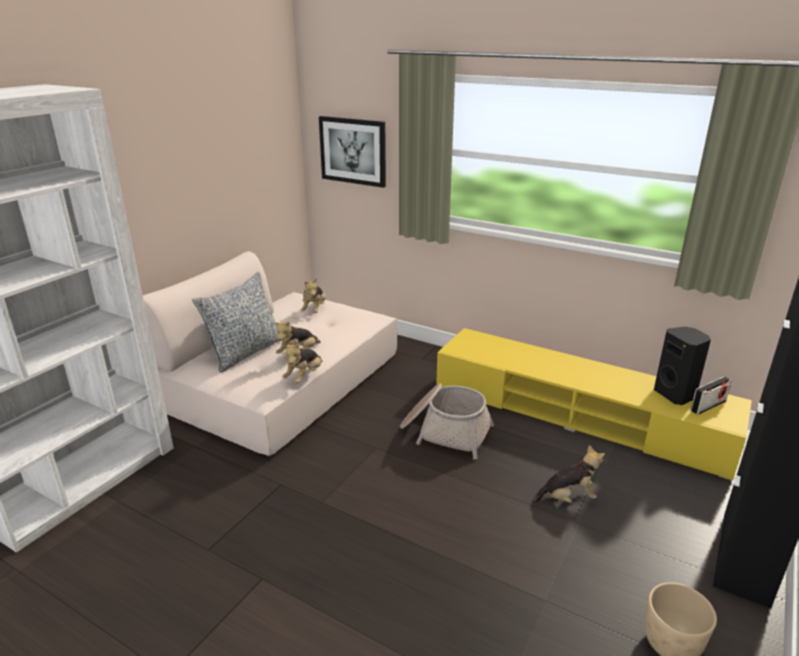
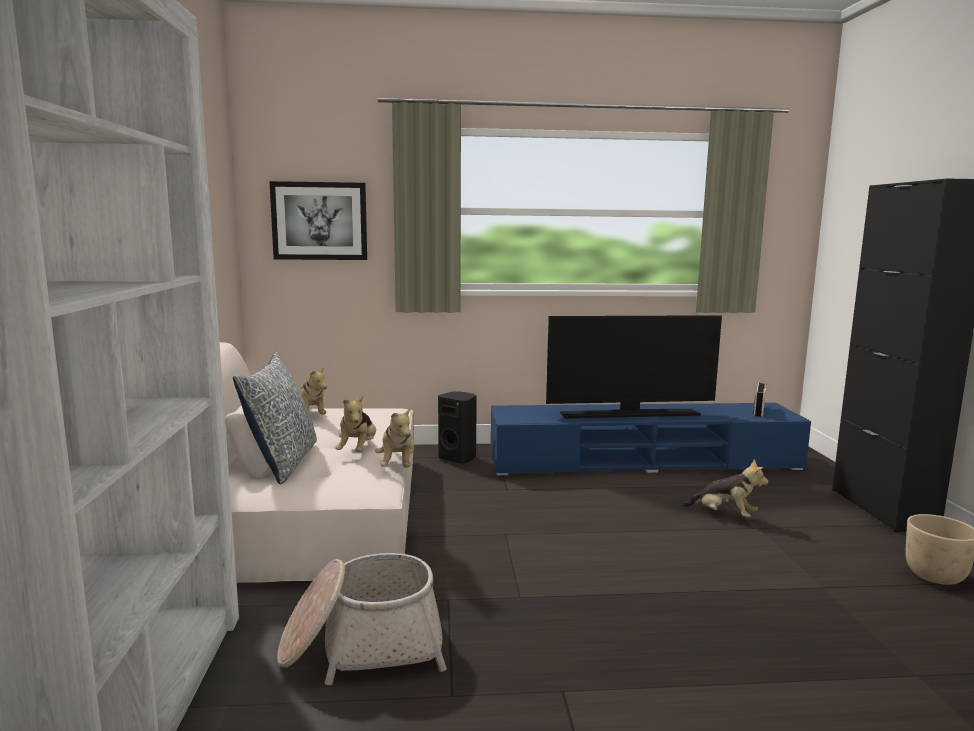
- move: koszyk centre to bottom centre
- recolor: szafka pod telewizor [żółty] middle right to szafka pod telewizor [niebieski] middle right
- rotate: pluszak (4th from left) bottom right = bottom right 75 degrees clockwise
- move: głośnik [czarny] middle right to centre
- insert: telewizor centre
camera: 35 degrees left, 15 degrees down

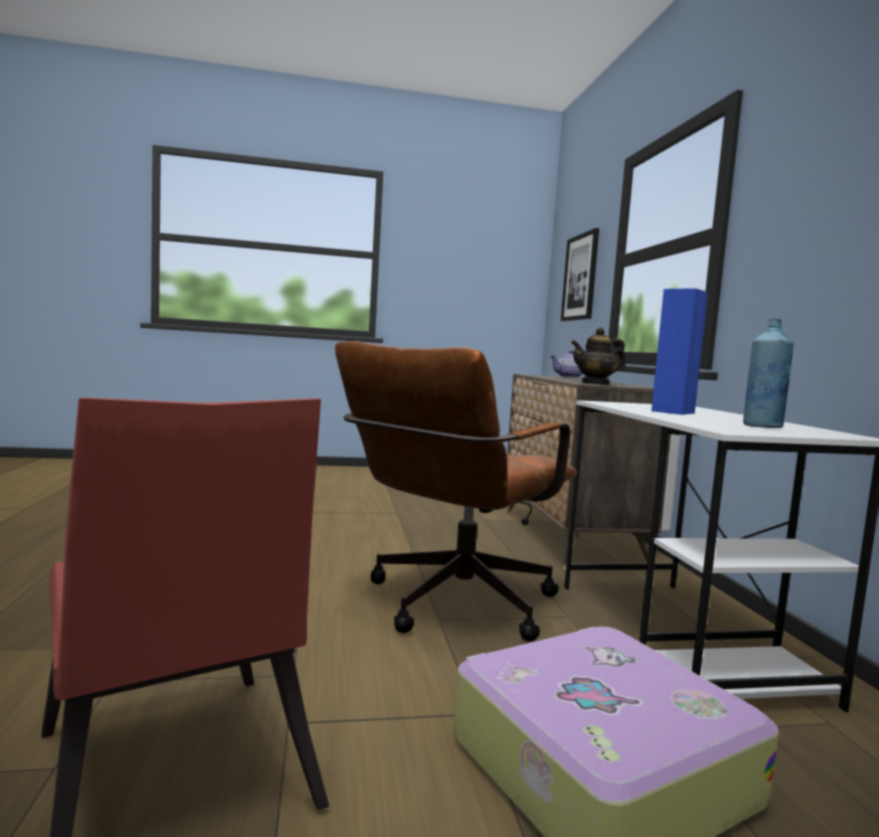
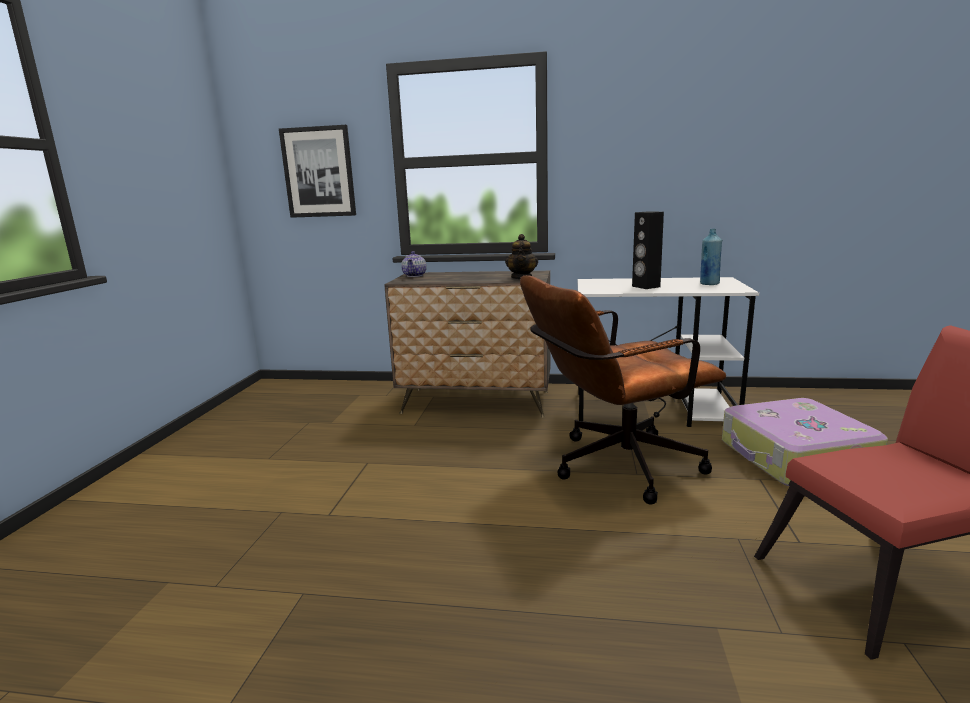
- rotate: krzesło biurowe [brązowy] centre = centre 105 degrees clockwise
- recolor: głośnik [niebieski] middle right to głośnik [czarny] middle right
camera: 70 degrees left, 10 degrees up

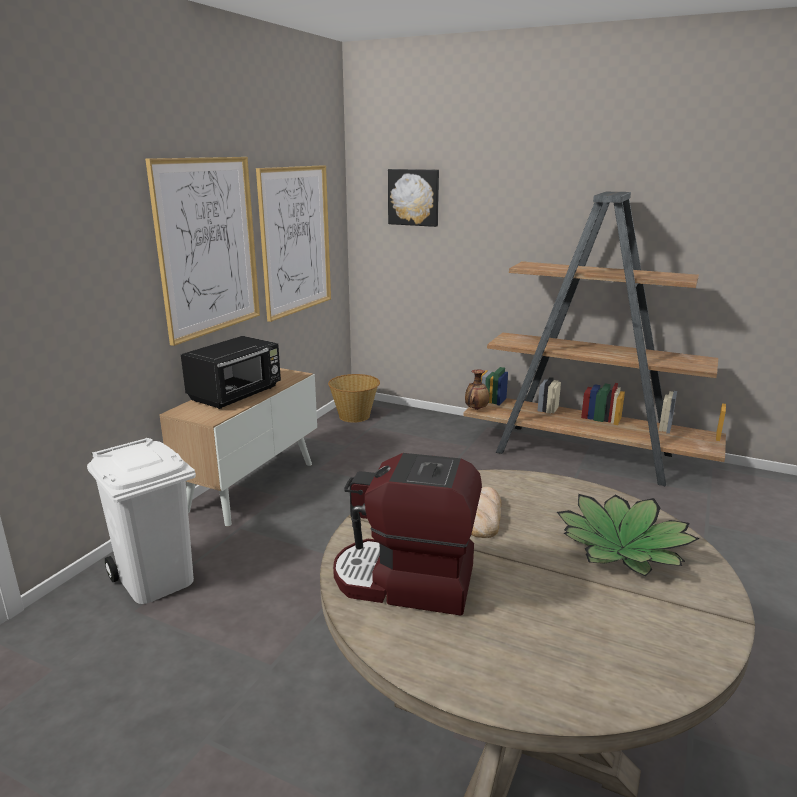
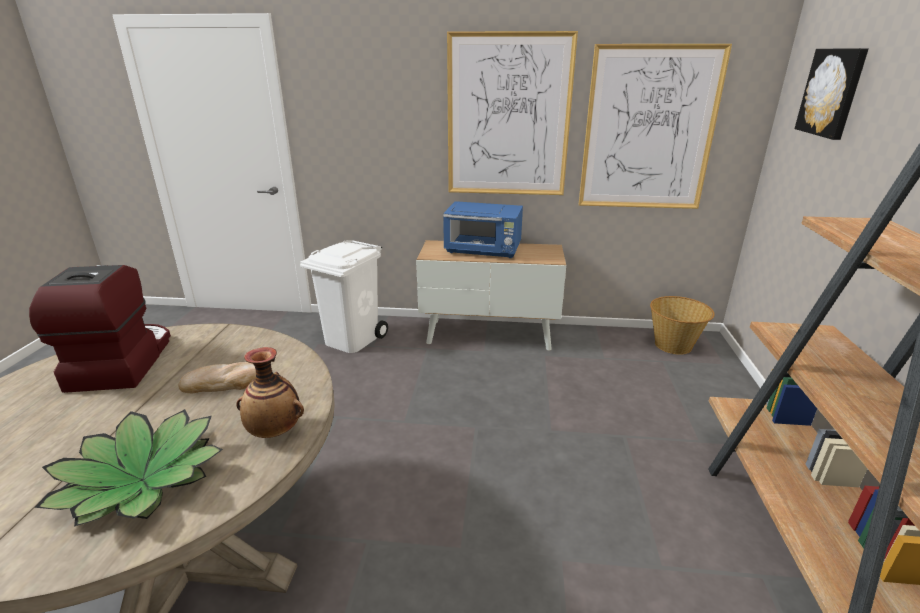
- recolor: mikrofalówka [czarny] middle left to mikrofalówka [niebieski] centre
- move: wazon centre to middle left
camera: 70 degrees right, 5 degrees up

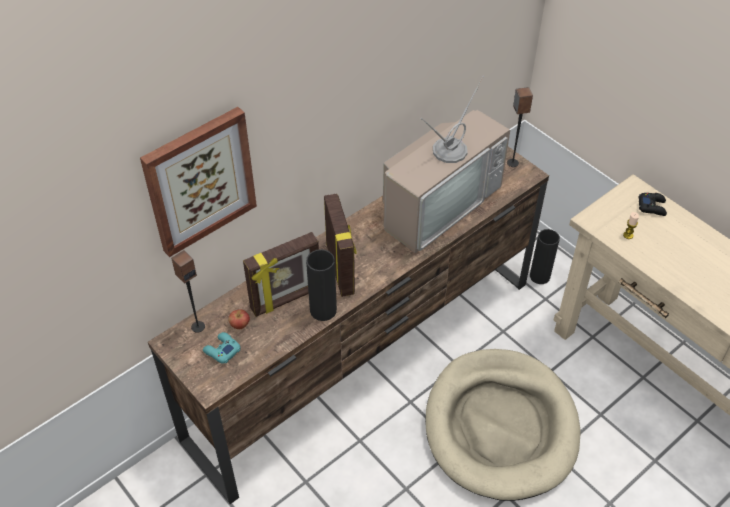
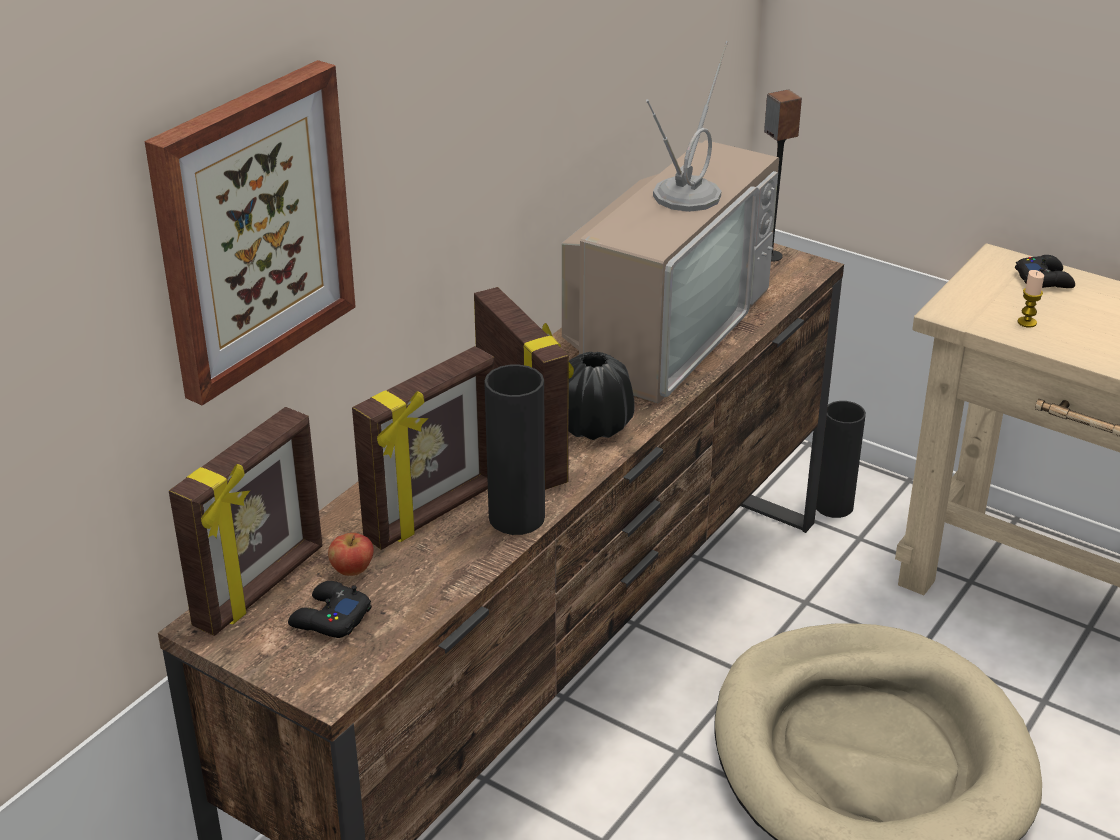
- replace: głośnik (1st from left) middle left to ramka na zdjęcie (1st from left) middle left
- recolor: pad do gier [turkusowy] bottom left to pad do gier [czarny] (1st from left) bottom left
- insert: wazon [czarny] (2nd from left) centre
camera: 15 degrees left, 15 degrees down

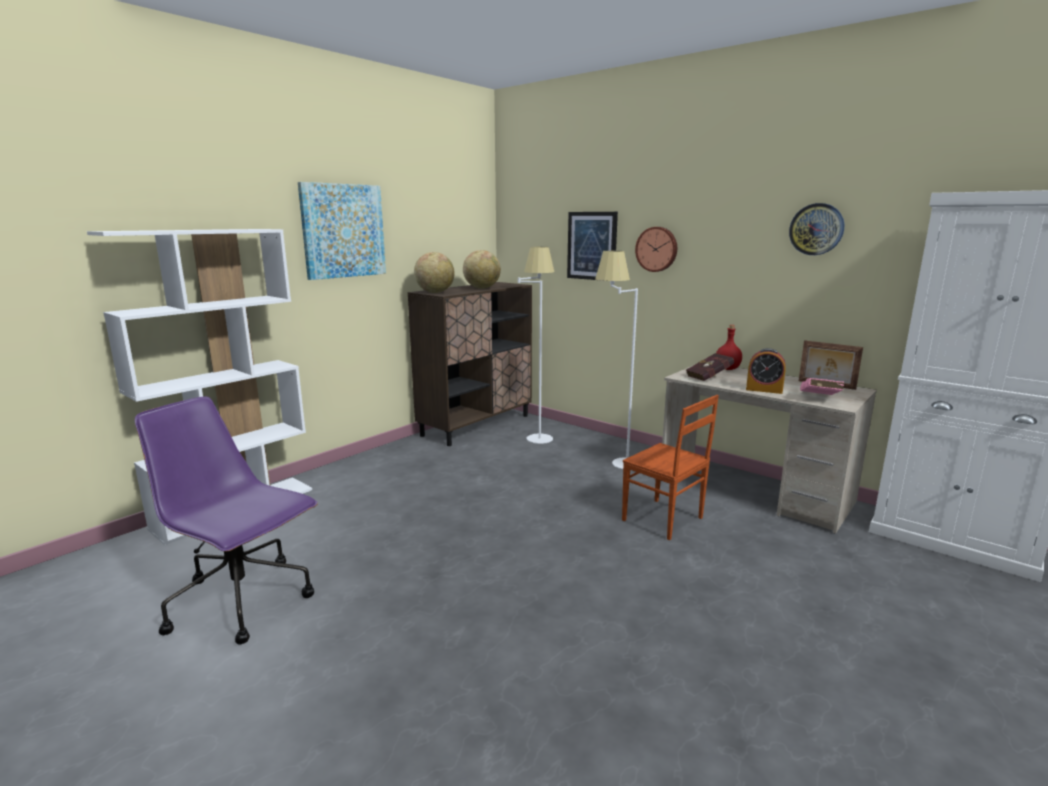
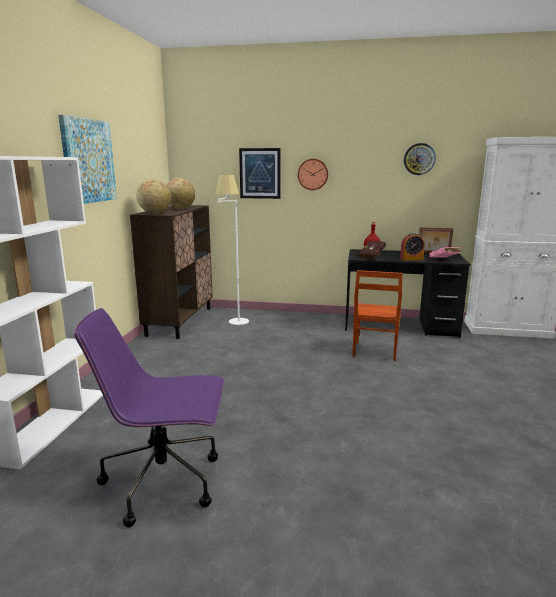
- delete: lampa stojąca [biały] (2nd from left) centre
- rotate: krzesło [brązowy] centre = middle right 90 degrees clockwise
- recolor: biurko [beżowy] middle right to biurko [czarny] middle right
camera: 30 degrees left, 0 degrees up

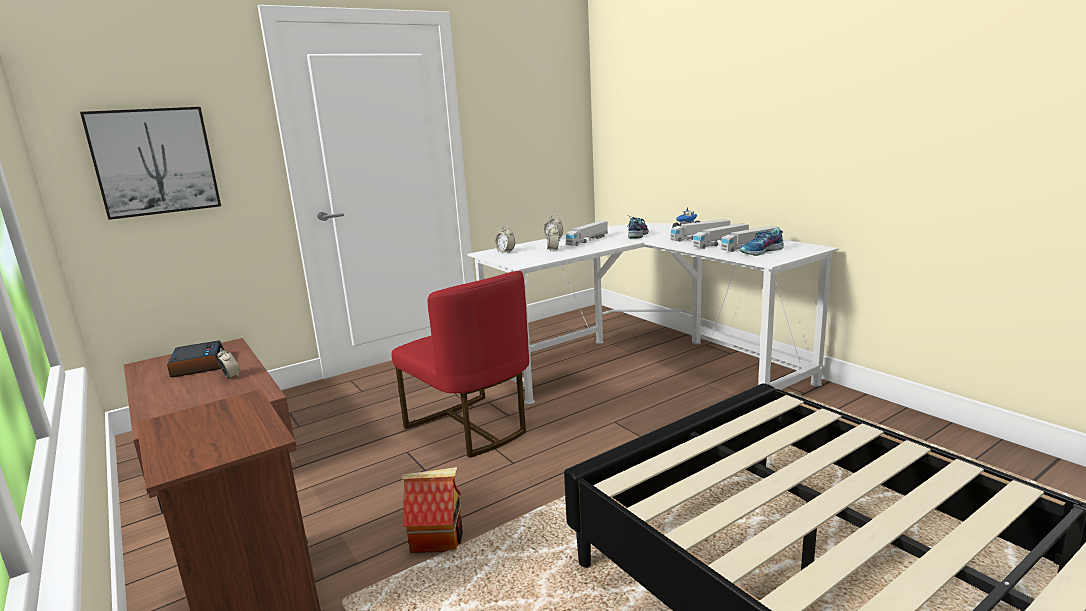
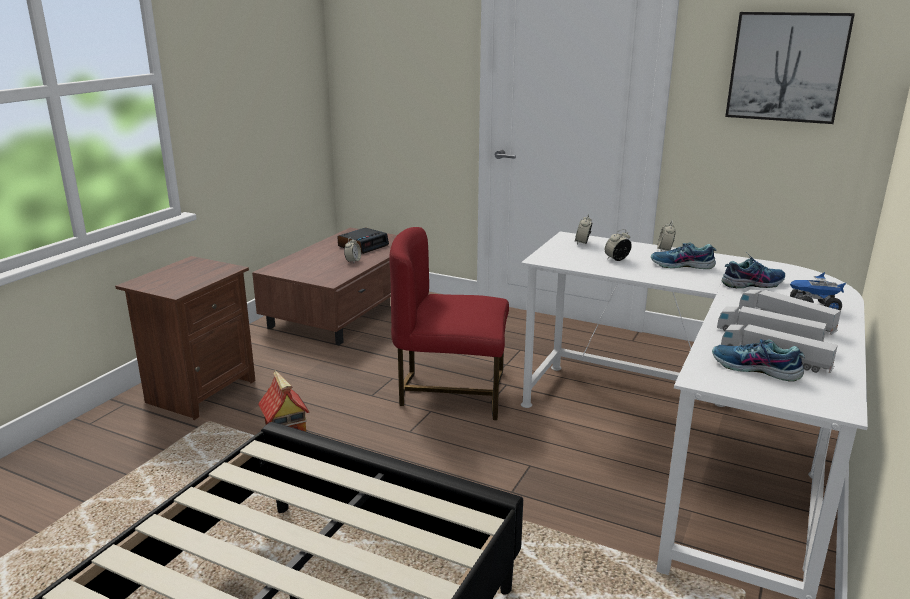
- move: obraz top left to top right
- rotate: krzesło [czerwony] centre = centre 75 degrees clockwise
- replace: ciężarówka zabawkowa (1st from left) centre to but (1st from left) middle right
camera: 60 degrees right, 5 degrees up

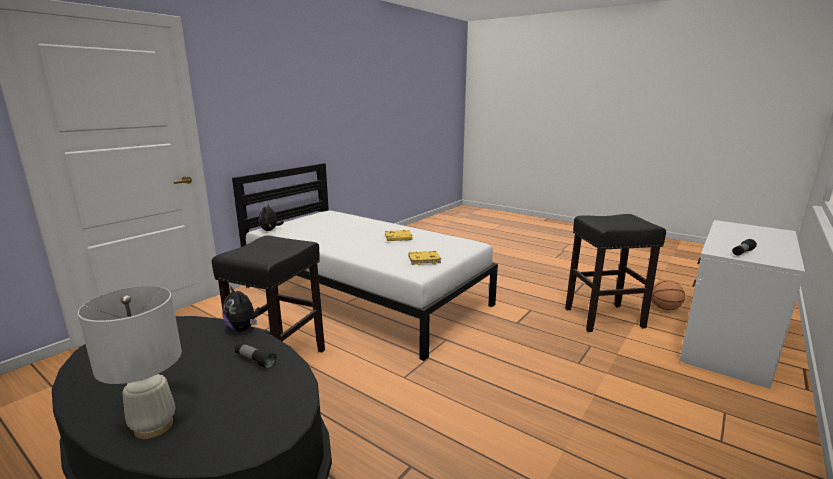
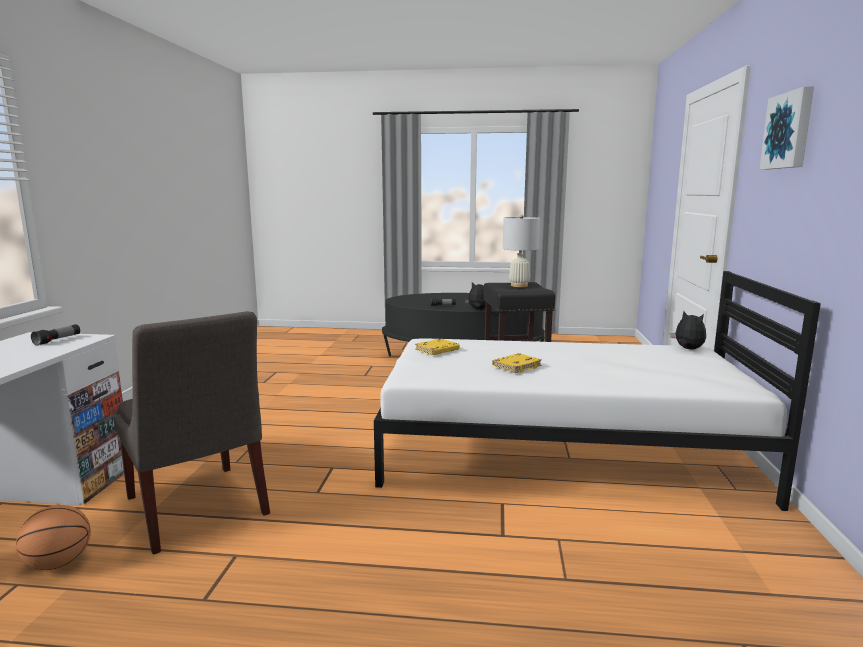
- move: lampa stołowa [biały] bottom left to centre
- replace: stołek [czarny] (2nd from left) middle right to krzesło [szary] bottom left
- insert: obraz top right
camera: 150 degrees right, 5 degrees down

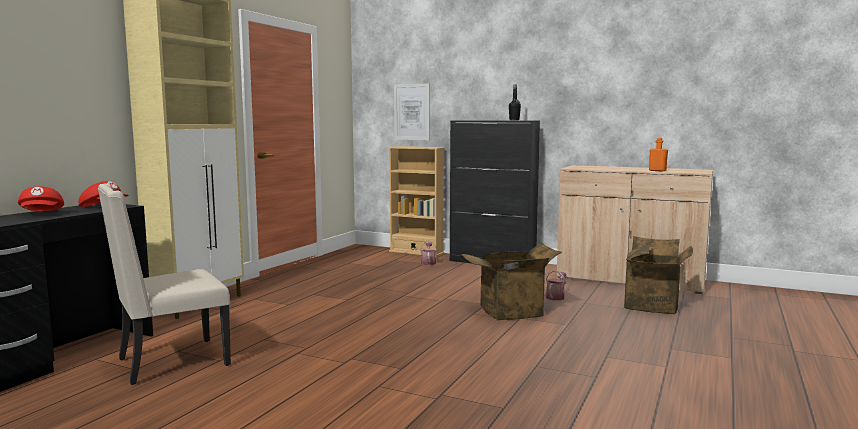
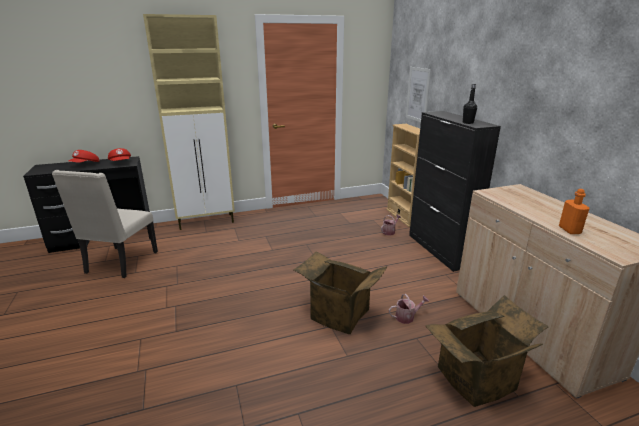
- rotate: krzesło [beżowy] middle left = middle left 90 degrees counterclockwise
camera: 45 degrees right, 15 degrees up

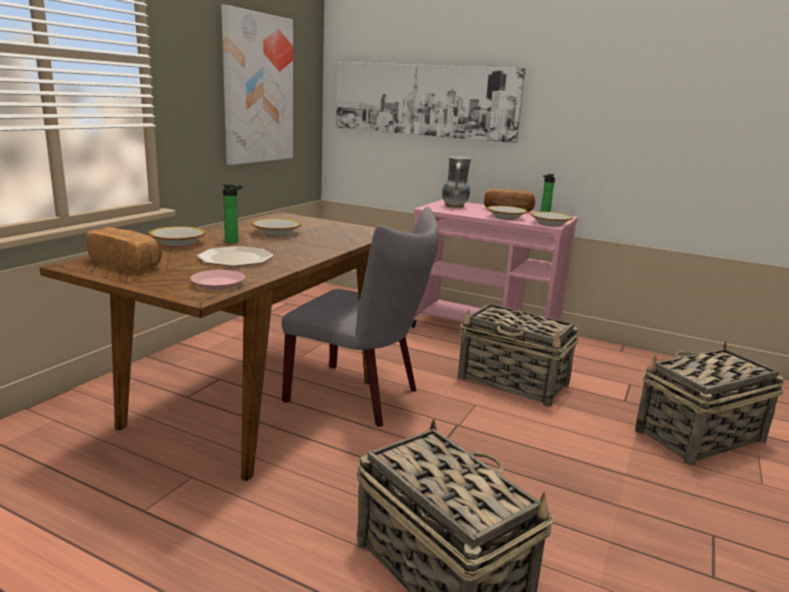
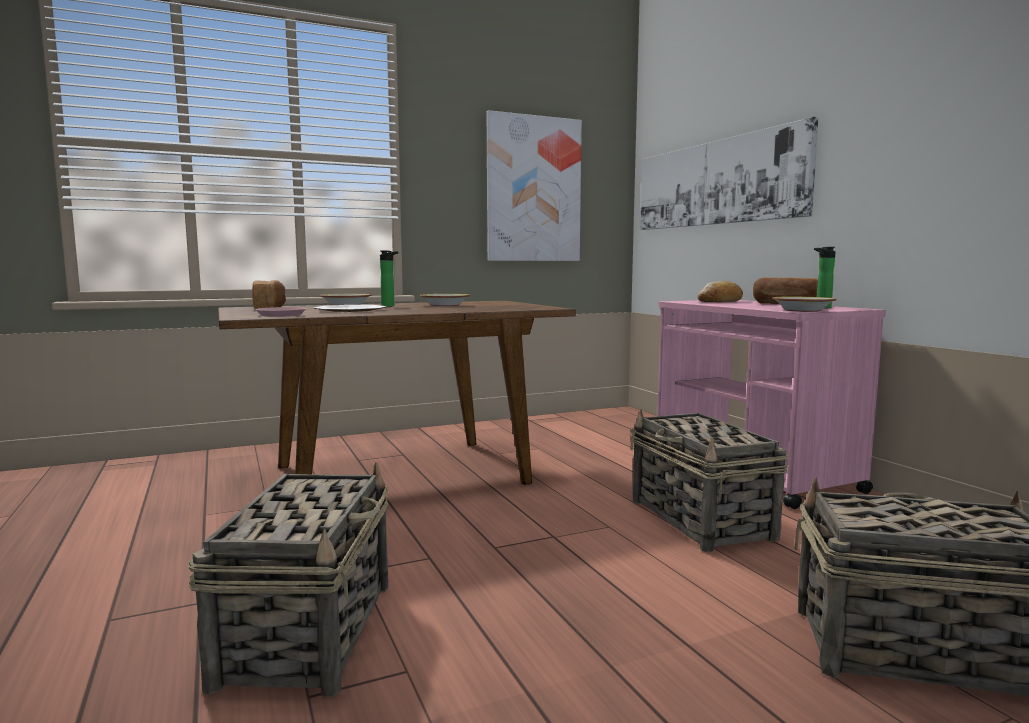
- delete: krzesło [szary] centre
- replace: wazon top centre to chleb (2nd from left) middle right
- delete: miska (3rd from left) centre
camera: 40 degrees right, 10 degrees down

